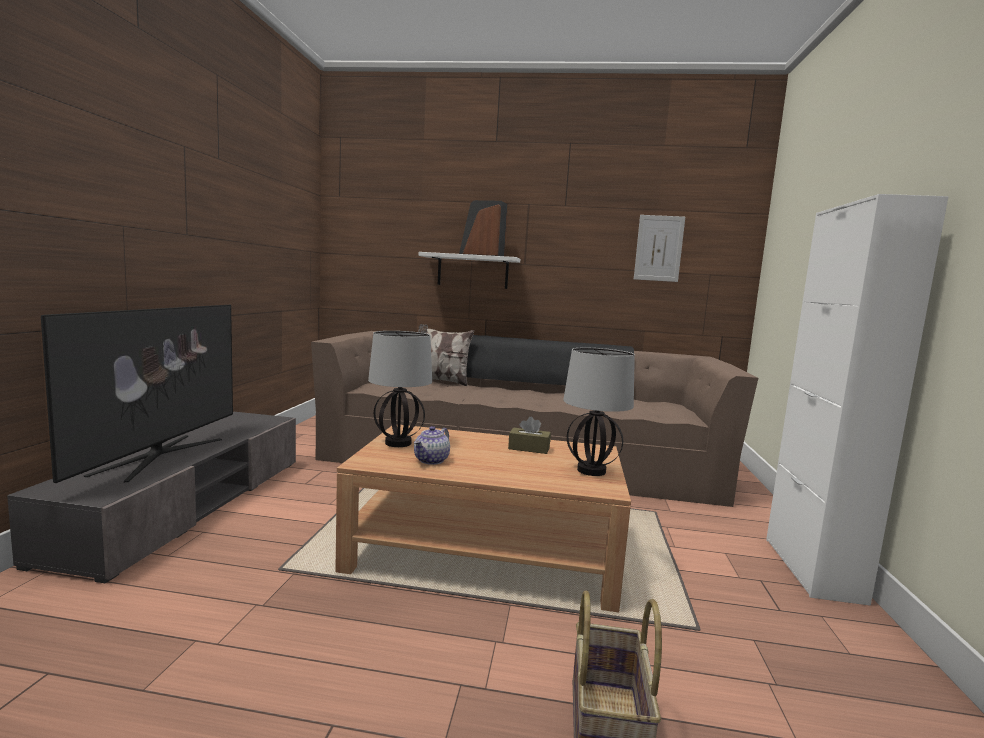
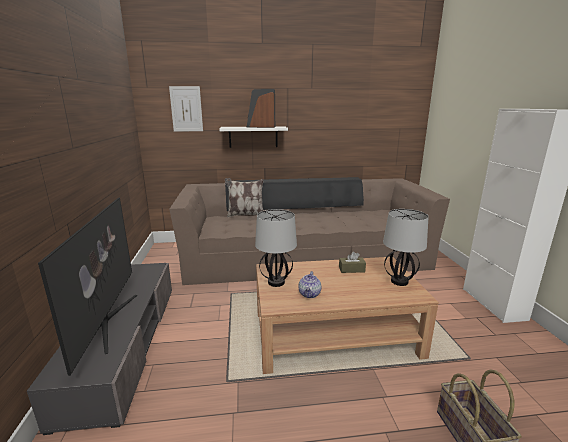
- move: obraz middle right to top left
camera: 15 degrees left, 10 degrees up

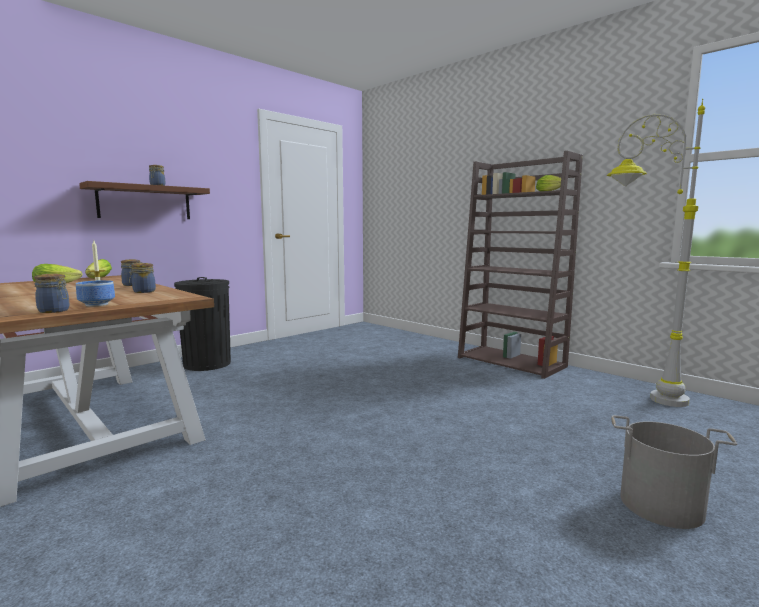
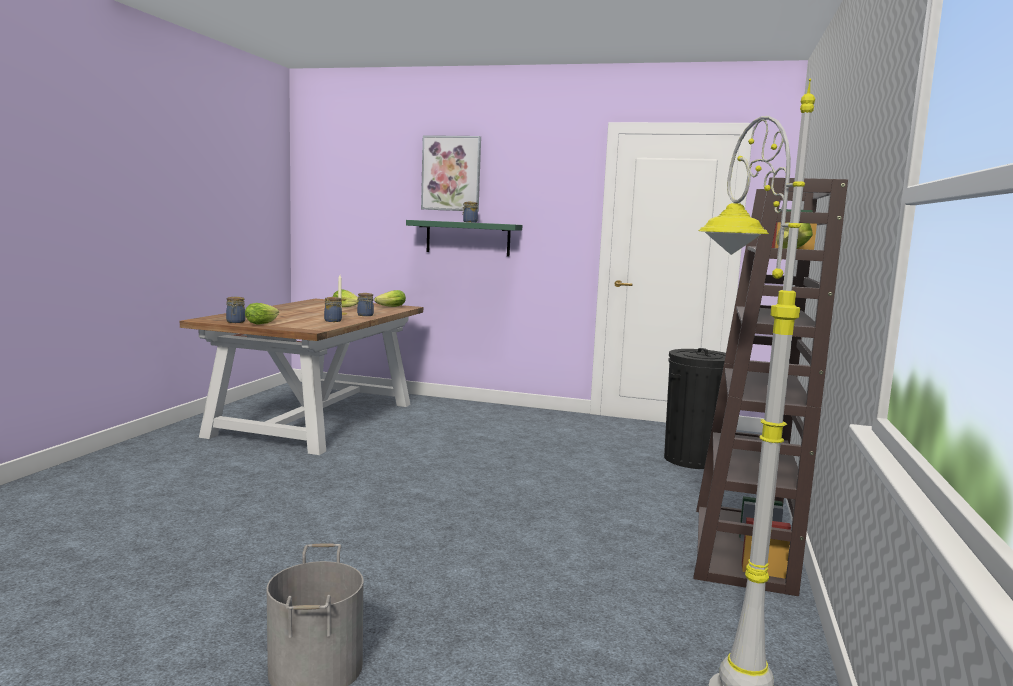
- replace: miska middle left to sałata (1st from left) middle left
- recolor: półka [brązowy] top left to półka [zielony] centre
- move: kosz na śmieci [czarny] middle left to middle right
- insert: obraz top centre
camera: 60 degrees right, 0 degrees up

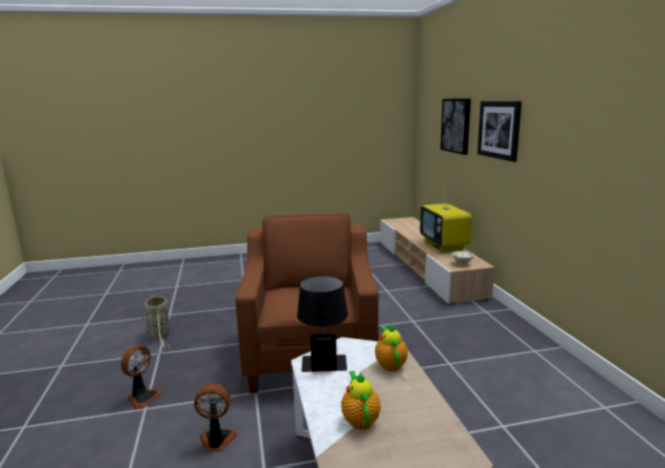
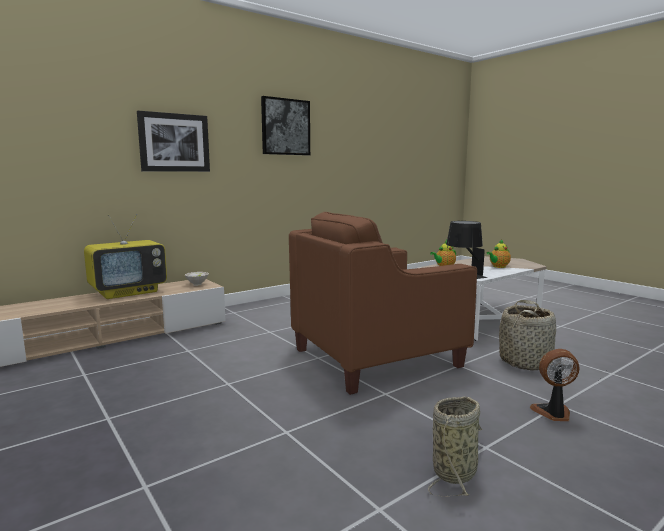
- replace: wentylator (2nd from left) bottom left to koszyk (2nd from left) middle right
- move: obraz (1st from left in the first image) top right to obraz (2nd from left) top centre
camera: 115 degrees left, 5 degrees down

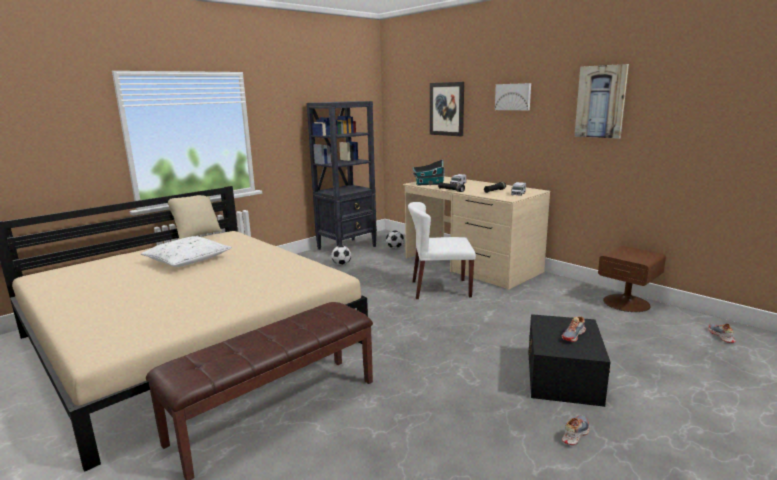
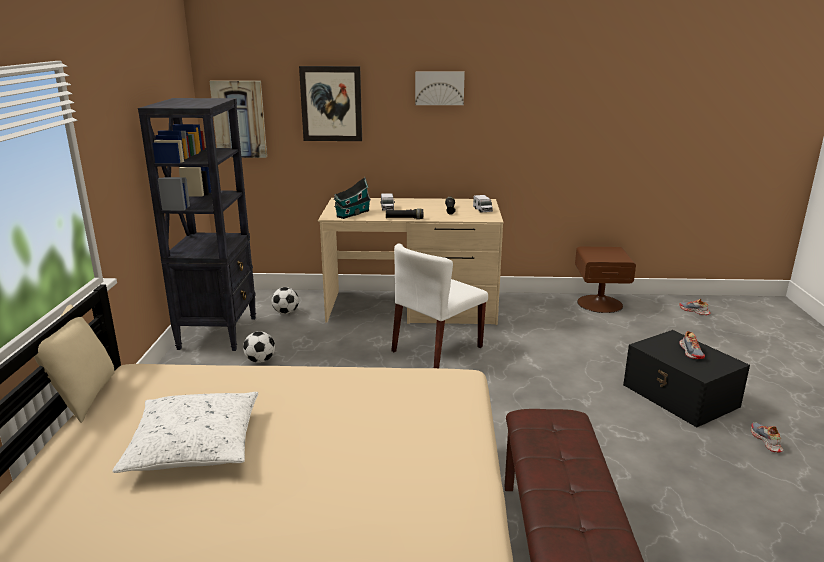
- move: obraz (3rd from left in the first image) top right to obraz (1st from left) top left
camera: 45 degrees left, 5 degrees up

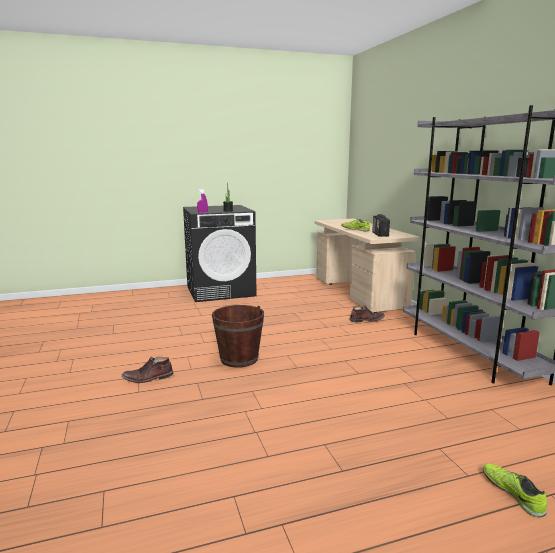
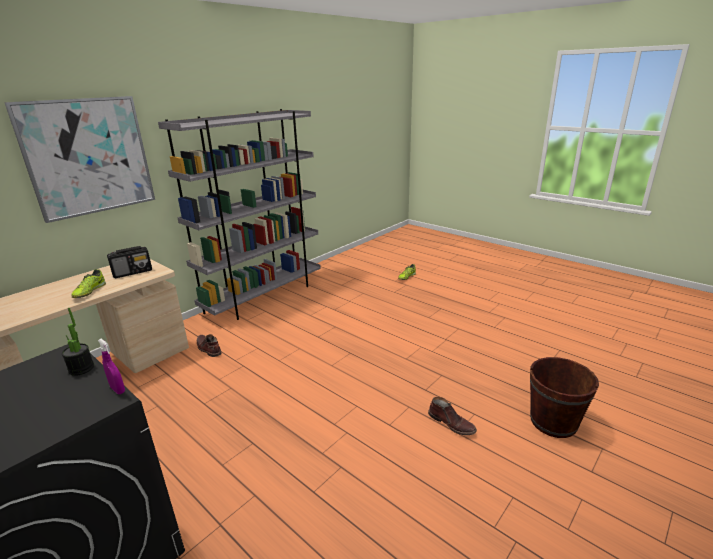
- move: wiadro [brązowy] centre to bottom right
- insert: obraz top left
camera: 120 degrees left, 10 degrees up

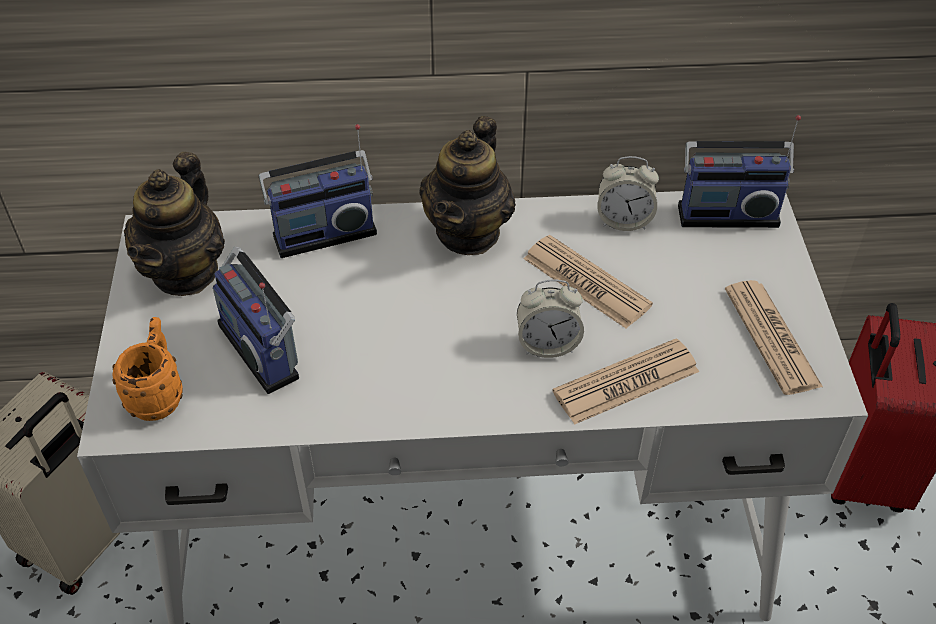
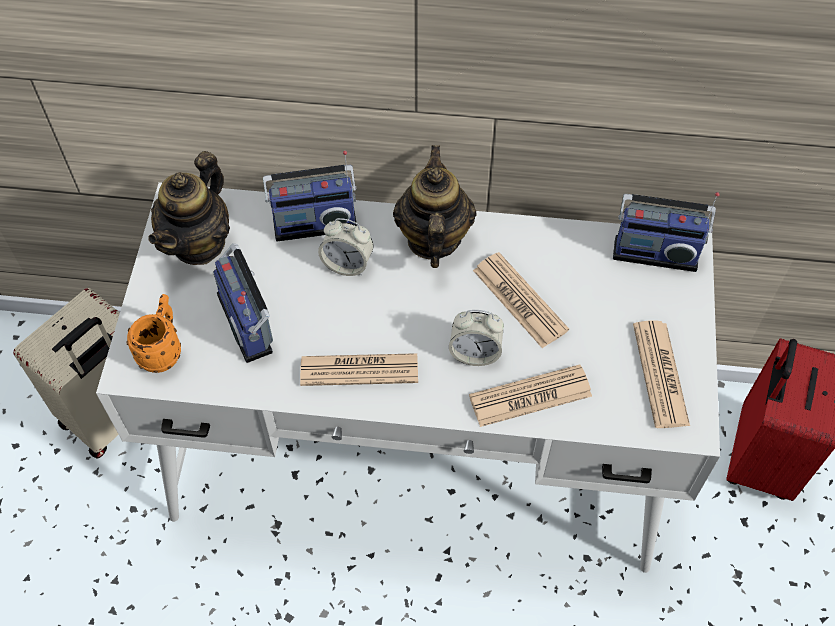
- rotate: imbryk (2nd from left) top centre = top centre 150 degrees clockwise
- move: budzik (2nd from left in the first image) top right to budzik (1st from left) centre
- insert: gazeta (1st from left) centre
camera: 10 degrees right, 10 degrees up

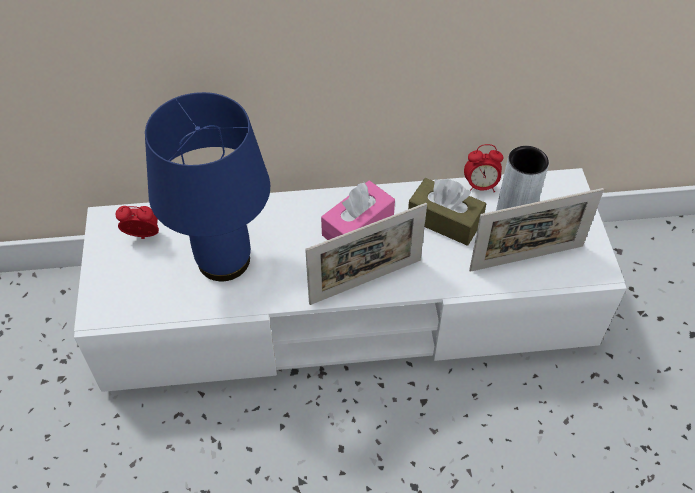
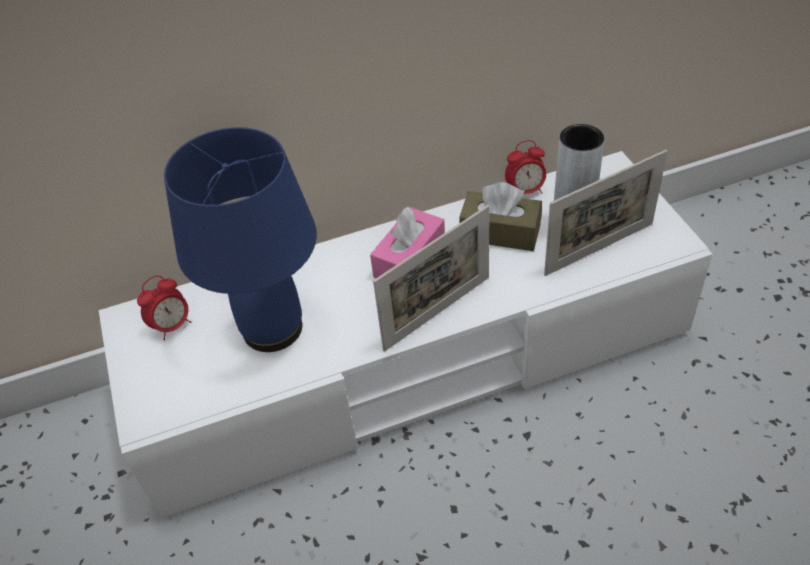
- rotate: budzik (1st from left) middle left = middle left 150 degrees clockwise
camera: 10 degrees left, 5 degrees down

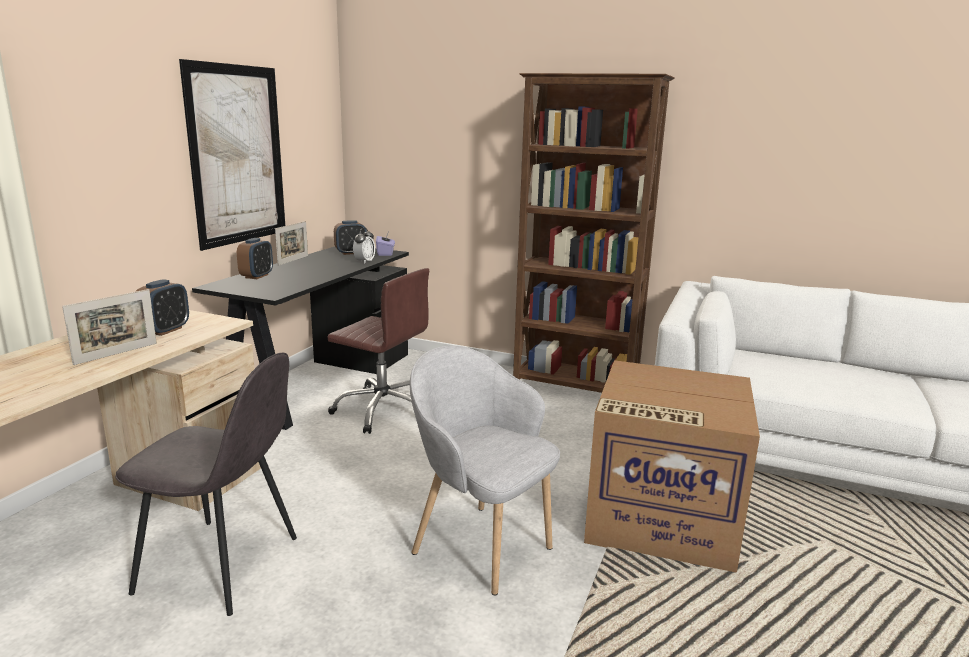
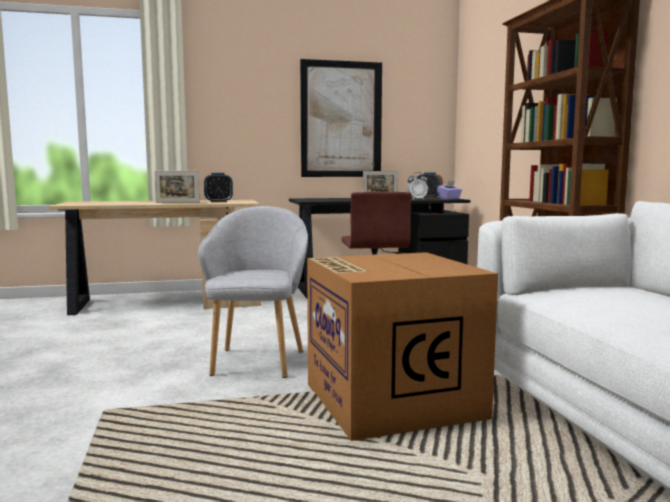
- delete: krzesło [szary] bottom left
- delete: budzik (2nd from left) middle left
camera: 55 degrees right, 10 degrees down

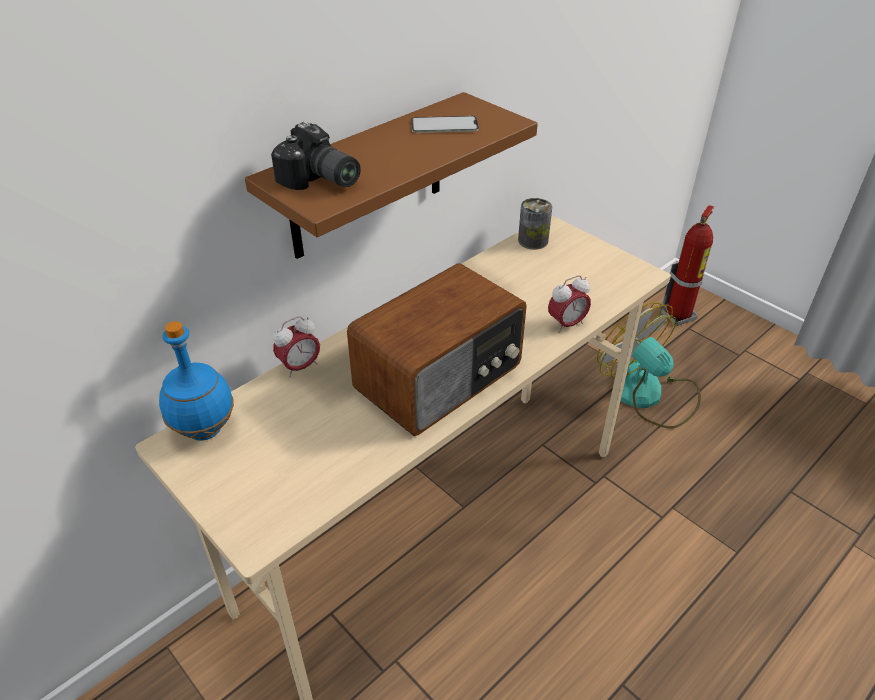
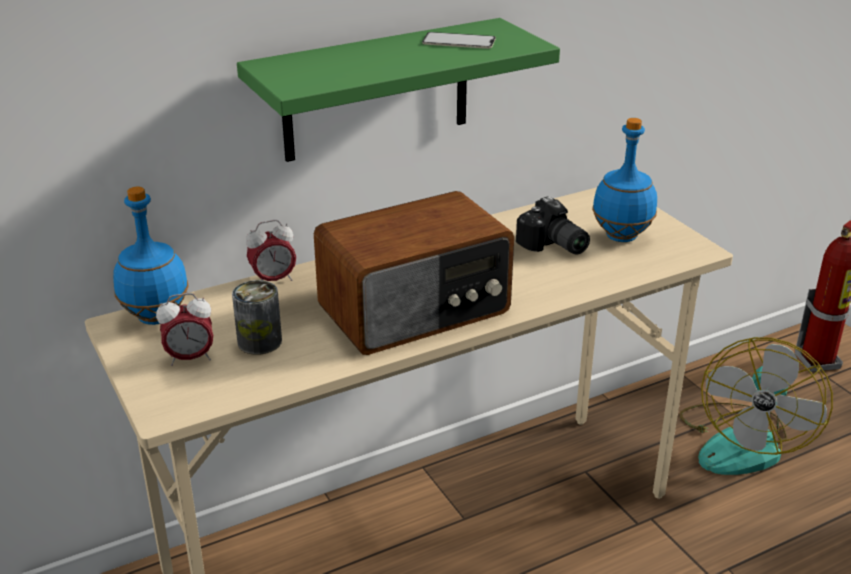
- recolor: półka [brązowy] top centre to półka [zielony] top centre
- move: aparat fotograficzny top centre to centre
- move: puszka top centre to middle left
- move: budzik (2nd from left in the first image) centre to budzik (1st from left) middle left
- rotate: wentylator middle right = bottom right 135 degrees counterclockwise
- insert: butelka [niebieski] (2nd from left) top right
camera: 15 degrees right, 10 degrees down

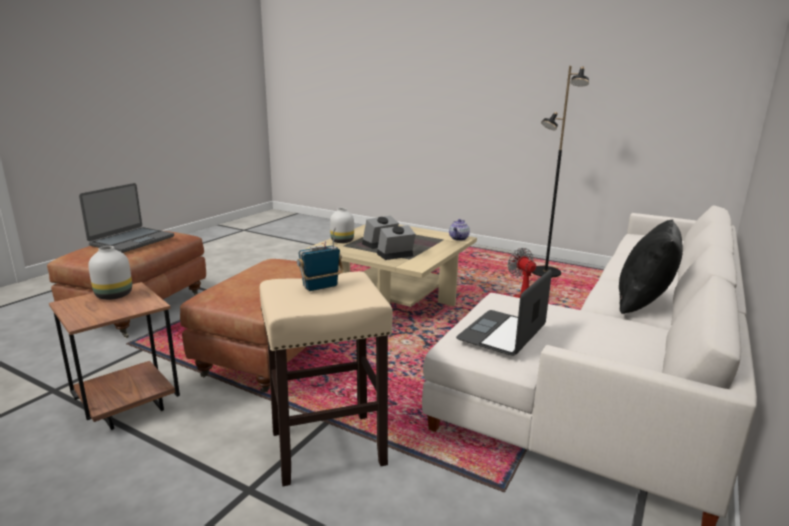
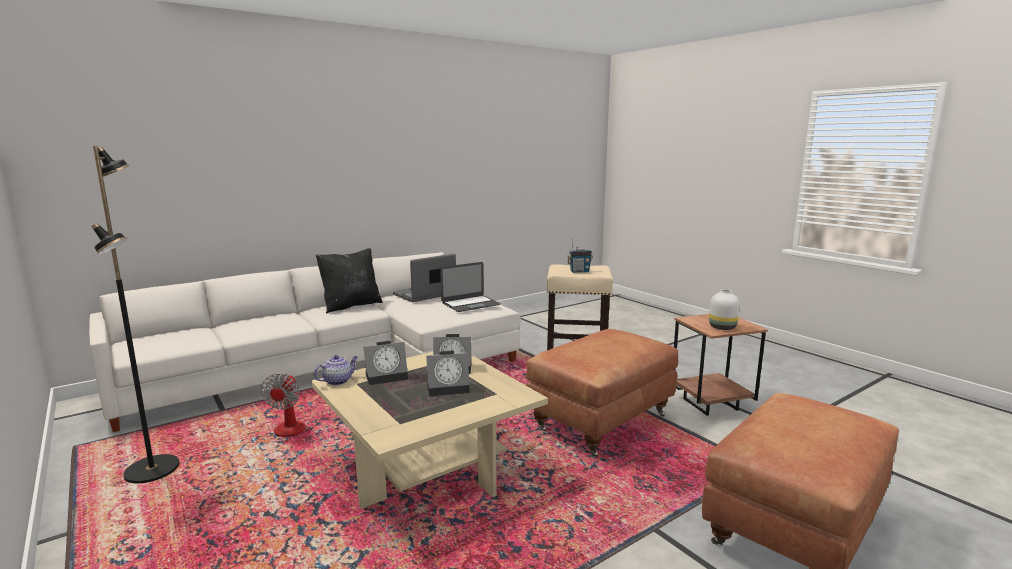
- move: laptop (1st from left) middle left to centre
- delete: wazon [biały] (2nd from left) centre
- insert: budzik (1st from left) centre
camera: 155 degrees left, 5 degrees down

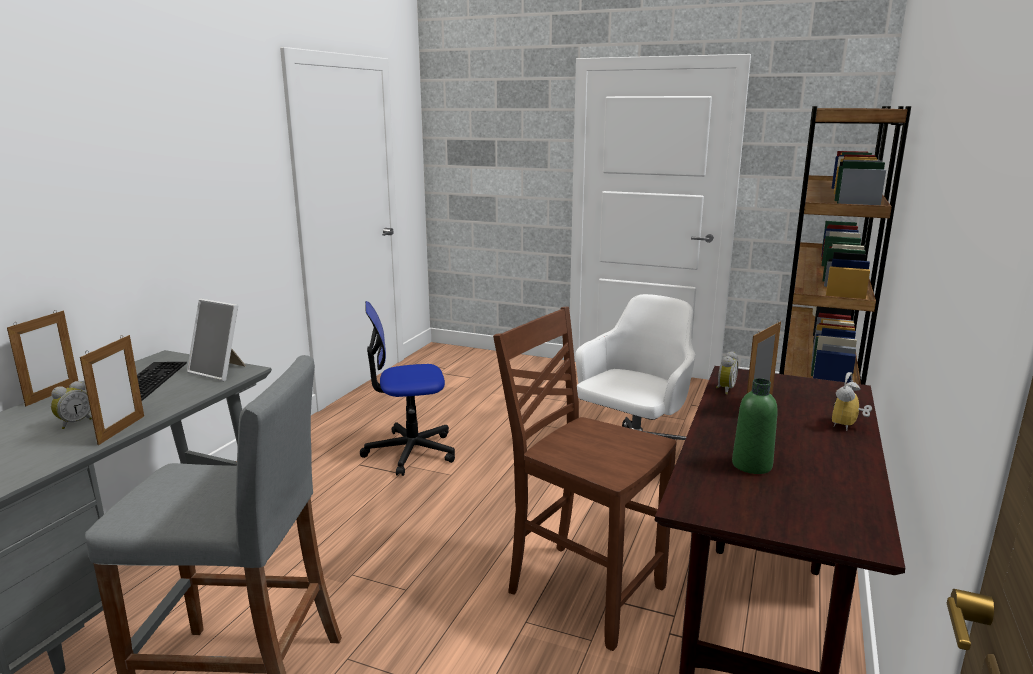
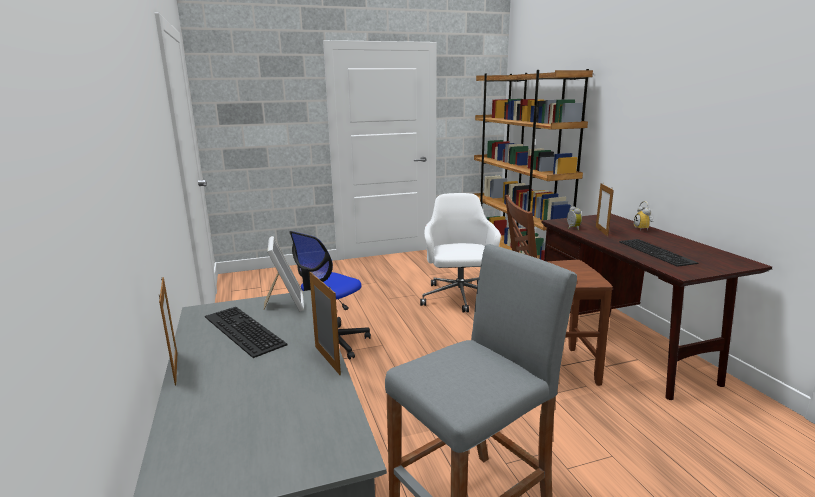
- delete: budzik (1st from left) middle left
- rotate: ramka na zdjęcie (3rd from left in the first image) middle left = centre 90 degrees counterclockwise
- replace: butelka [zielony] middle right to klawiatura (2nd from left) middle right
camera: 40 degrees left, 0 degrees up

